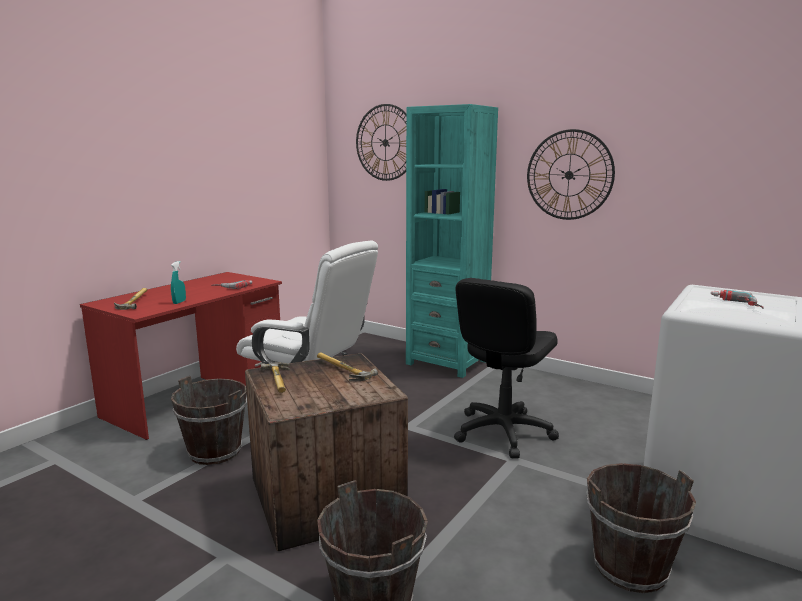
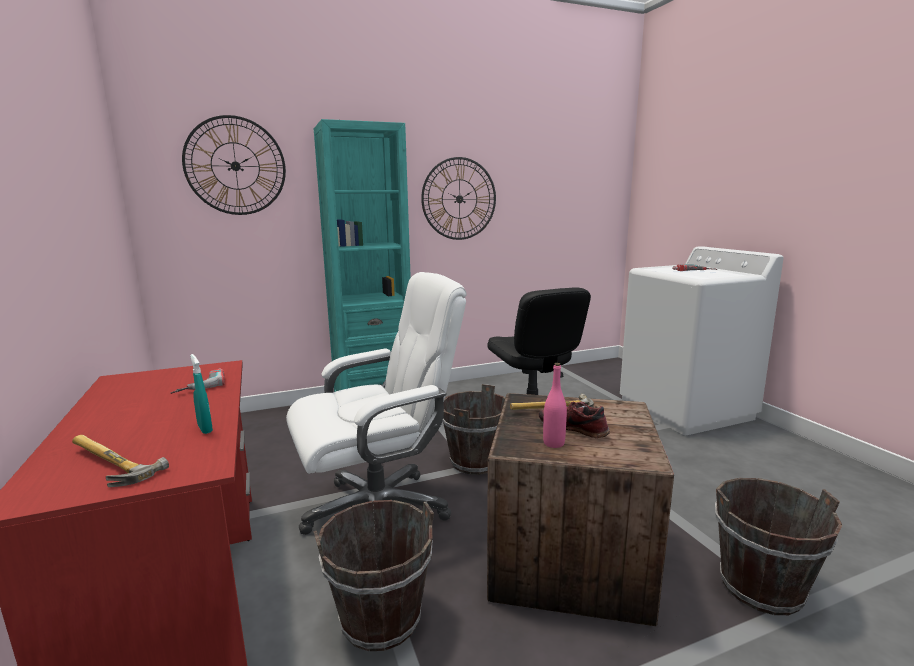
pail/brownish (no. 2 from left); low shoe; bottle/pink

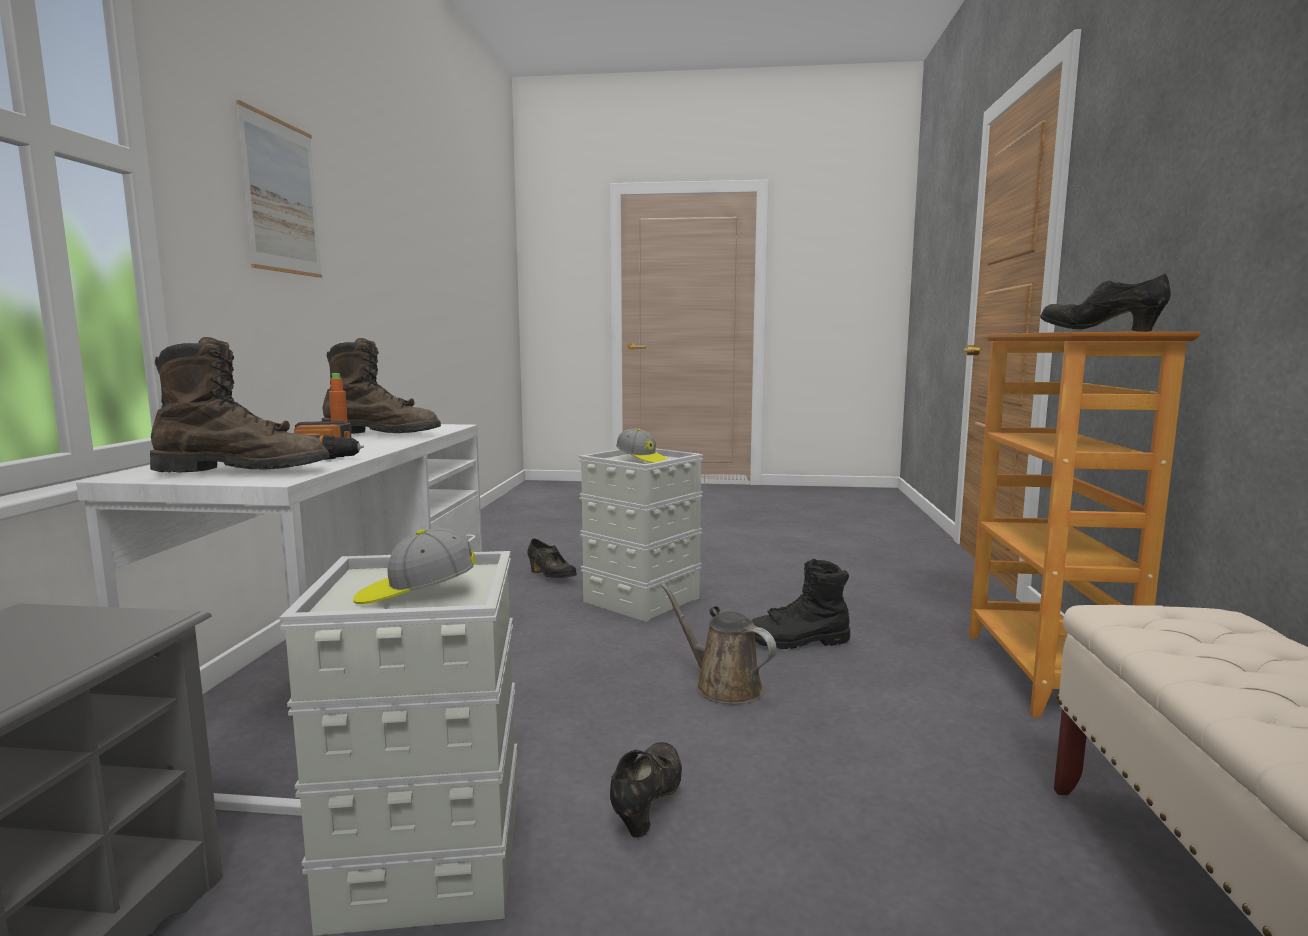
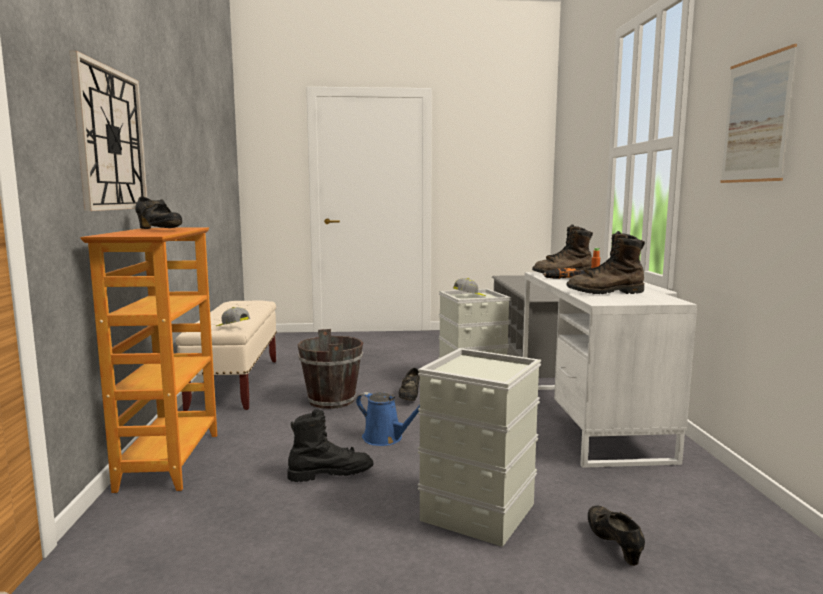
clock on the wall; peaked cap (no. 1 from left); pail/brownish; sprinkling can/blue; low shoe/black (no. 3 from left)

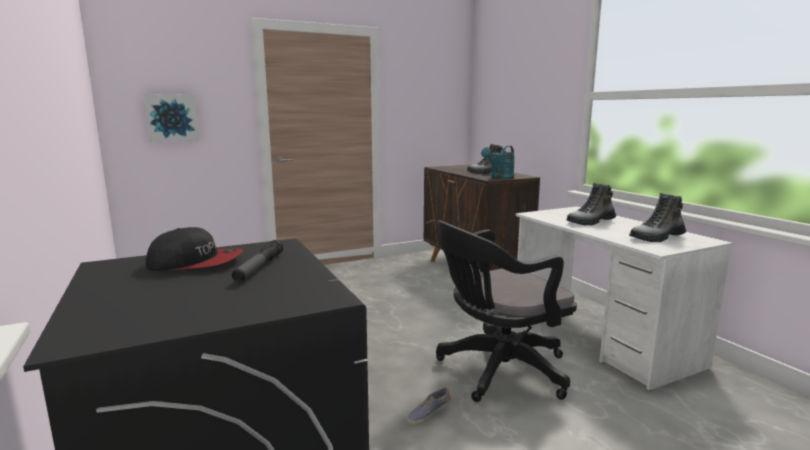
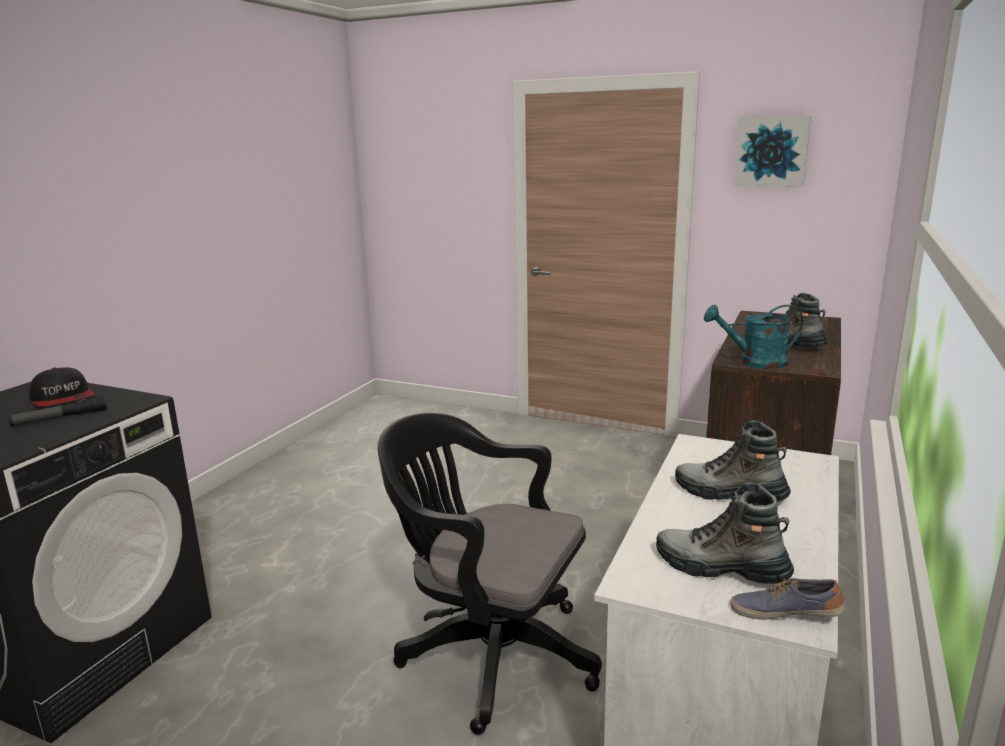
low shoe; wall art

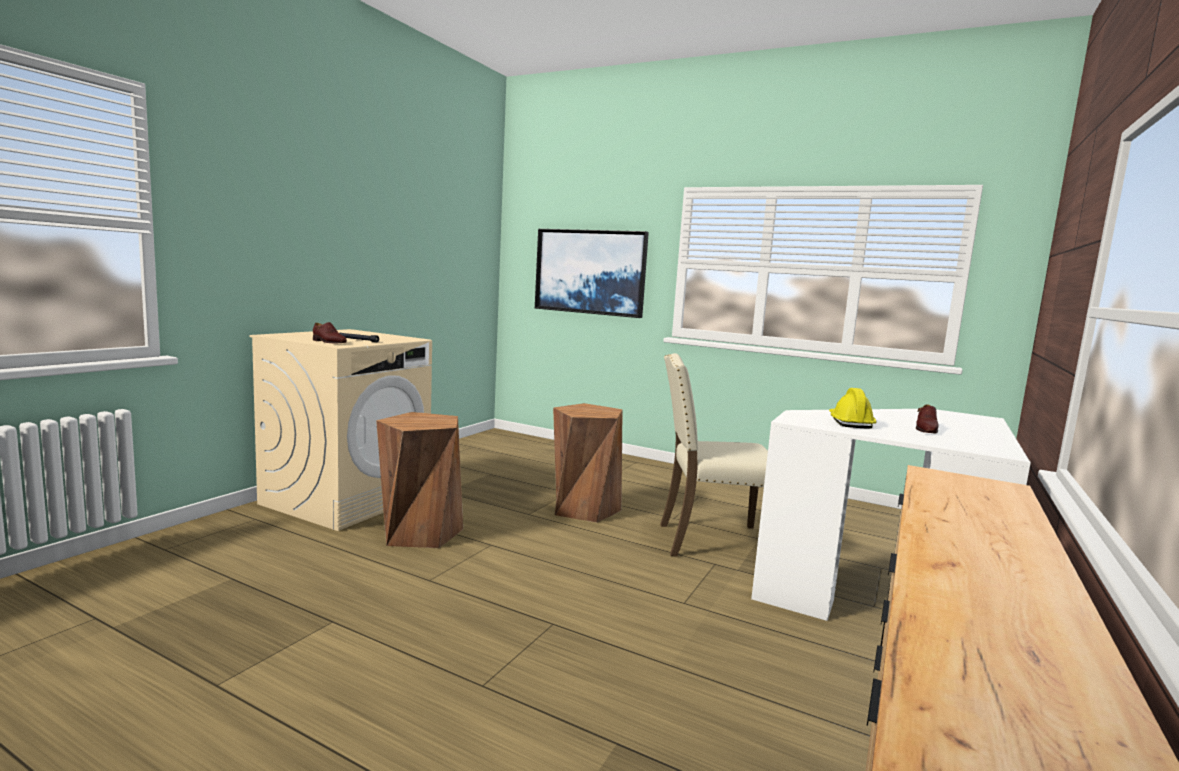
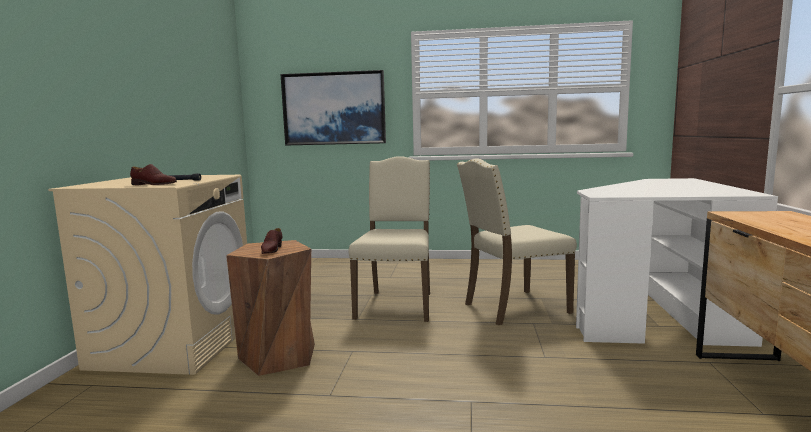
low shoe/brownish (no. 2 from left); upright chair/beige-coloured (no. 1 from left); hard hat/yellowish

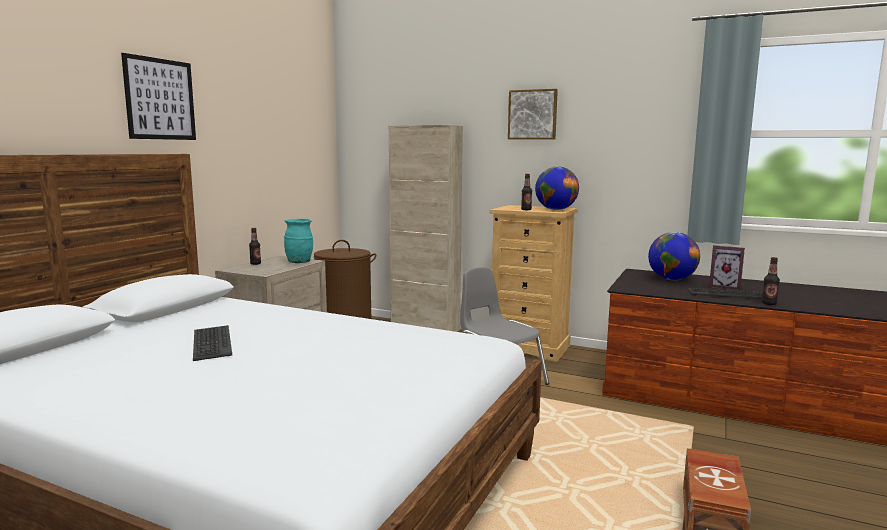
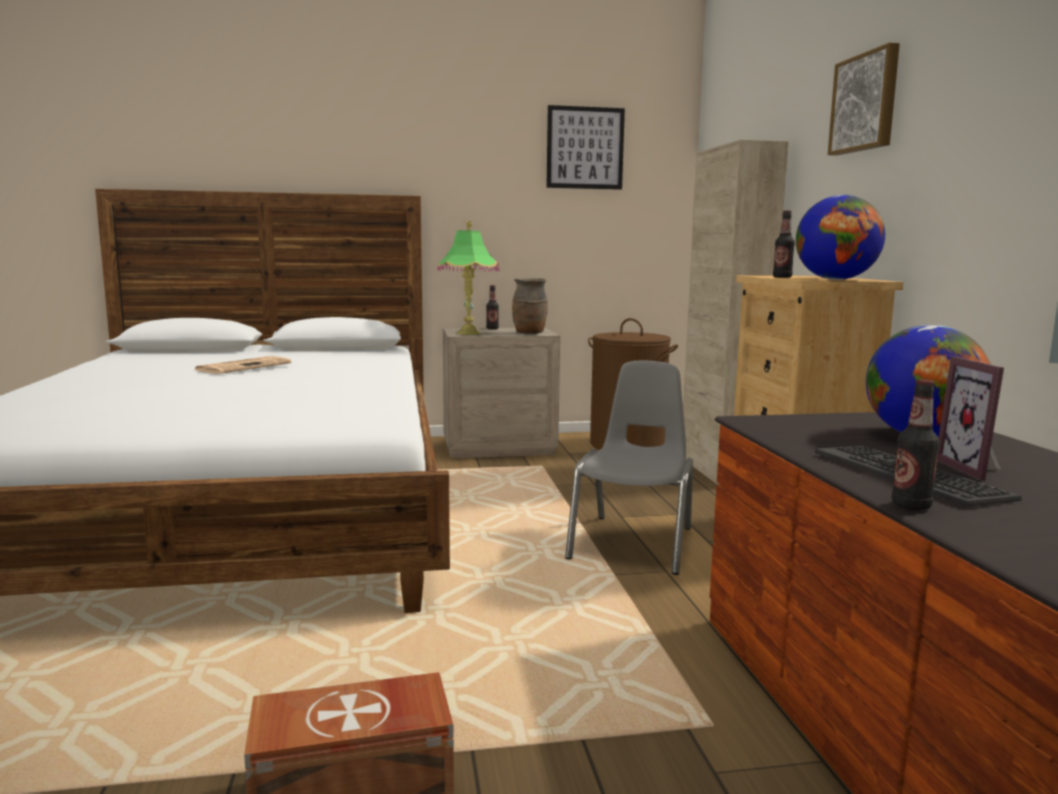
newspaper; table lamp; vase/brownish; wall art (no. 1 from left)

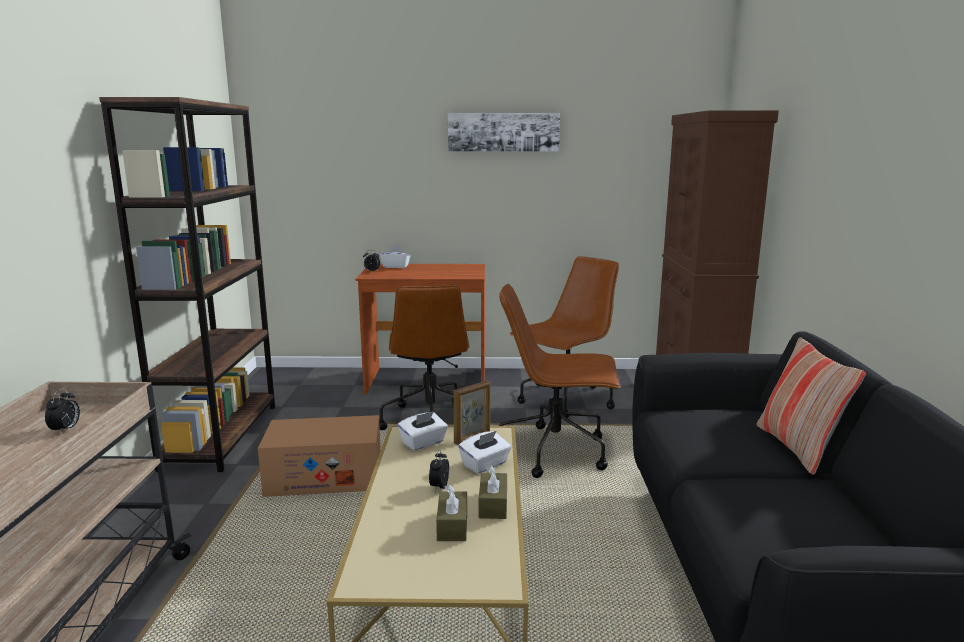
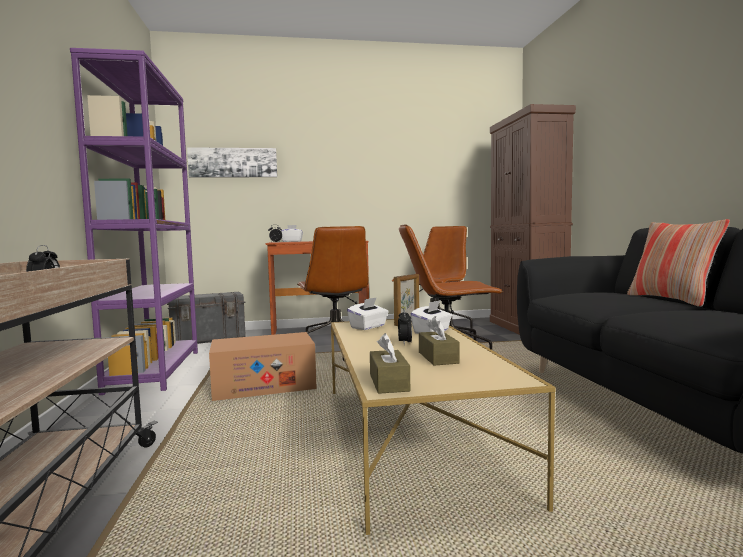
bookcase/purple-coloured; storage box/greyish; wall art; box of tissues/brownish (no. 1 from left)

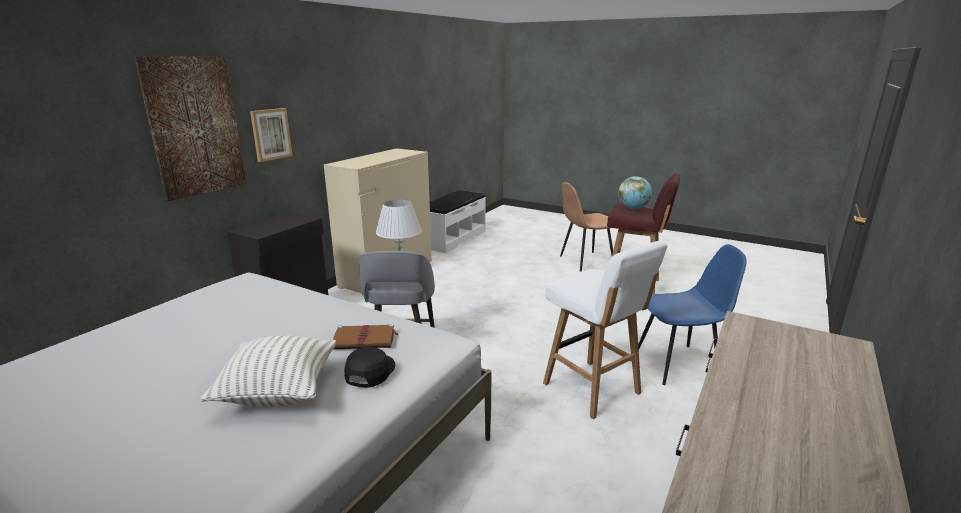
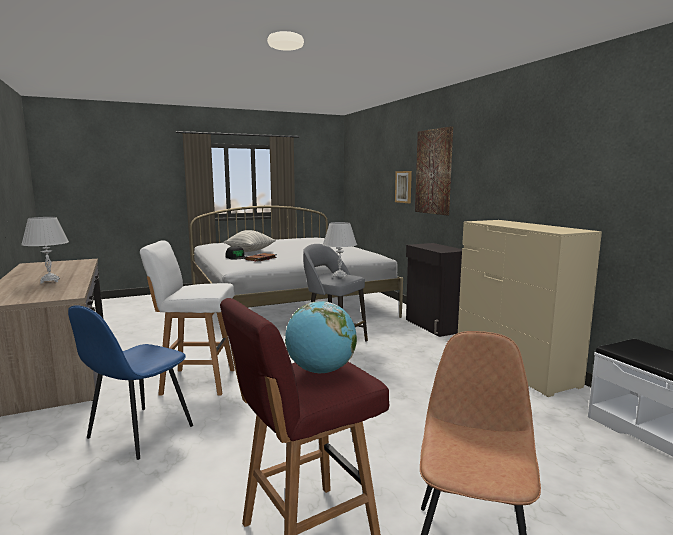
table lamp/whitish (no. 1 from left); wall art (no. 1 from left)

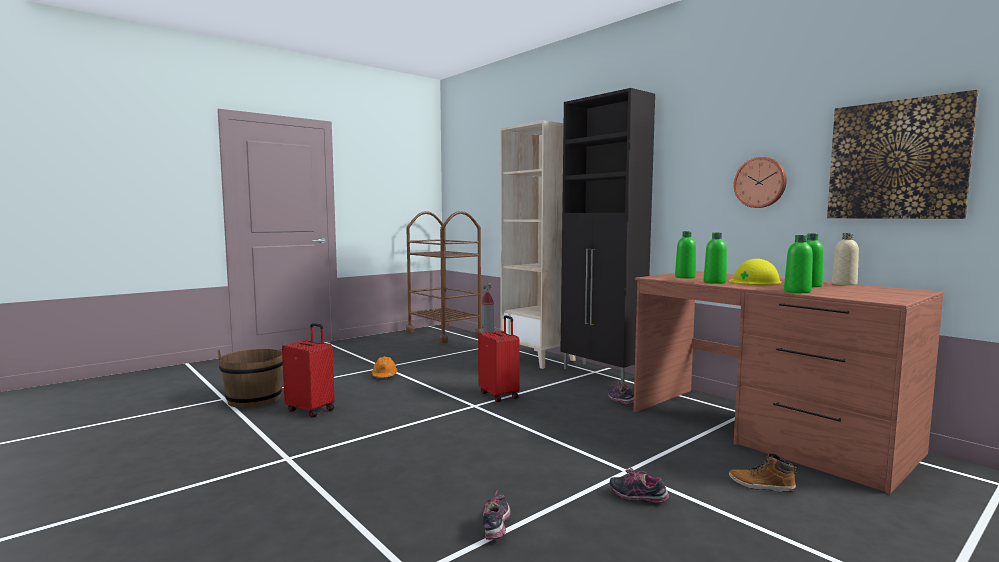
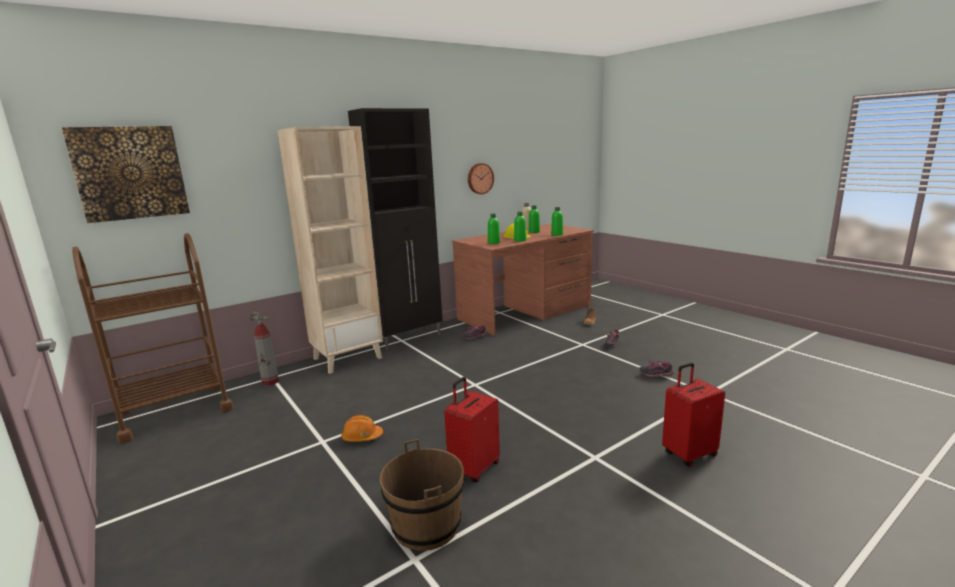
wall art; piece of luggage/red-coloured (no. 2 from left)

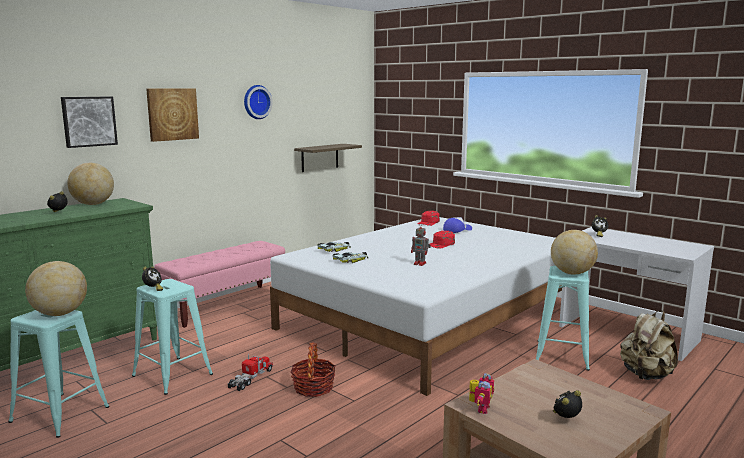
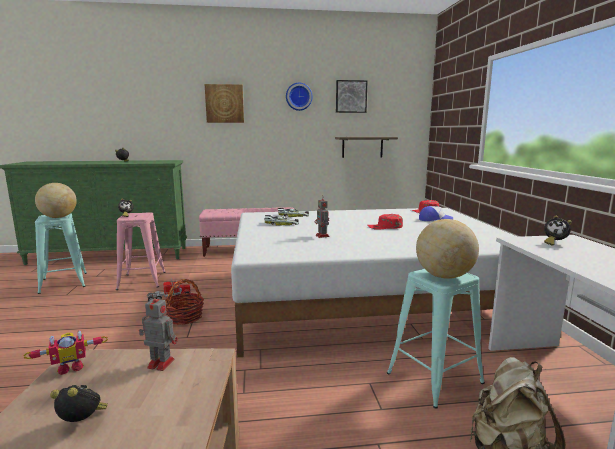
stool/pink; toy robot (no. 2 from left); wall art (no. 2 from left); desk globe (no. 2 from left in the first image)

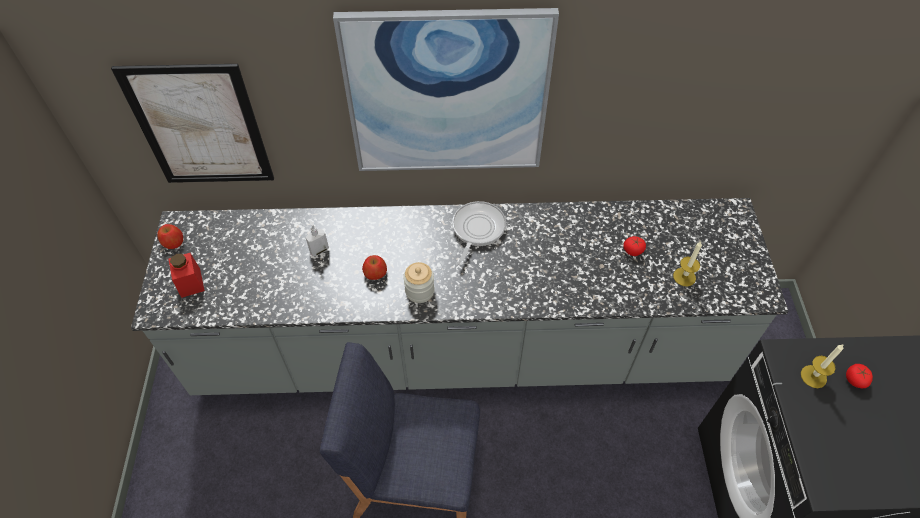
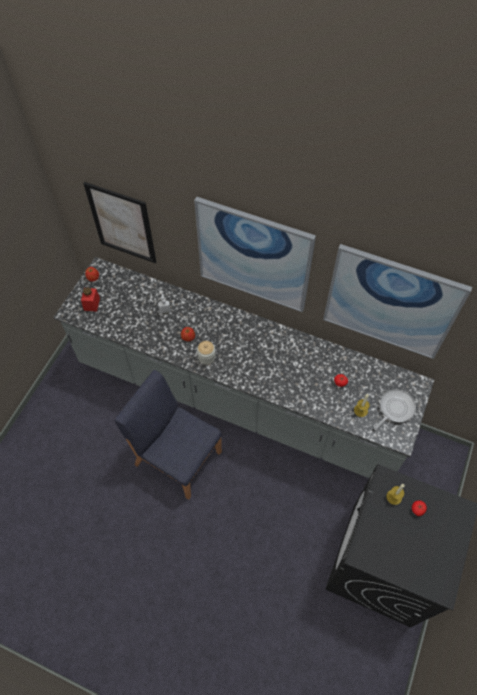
wall art (no. 3 from left); pan

